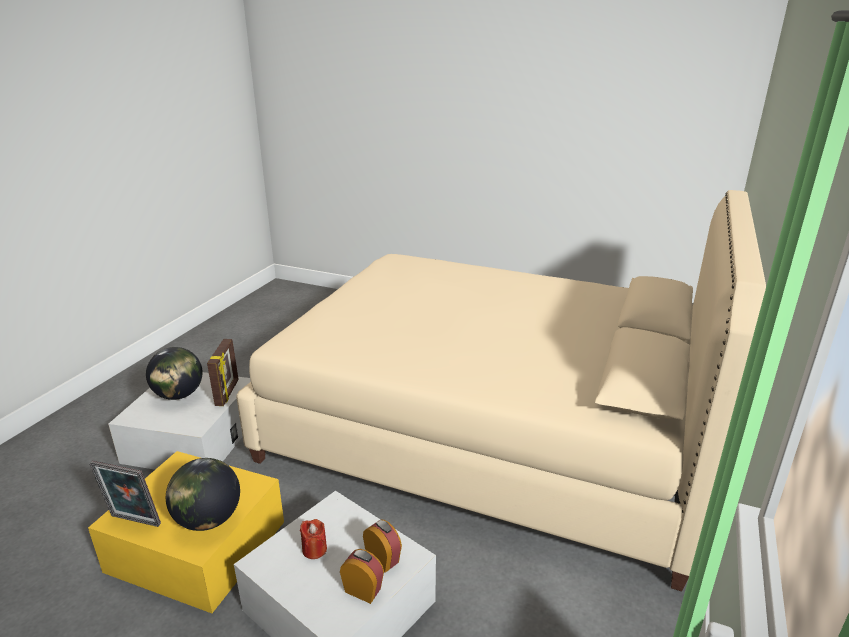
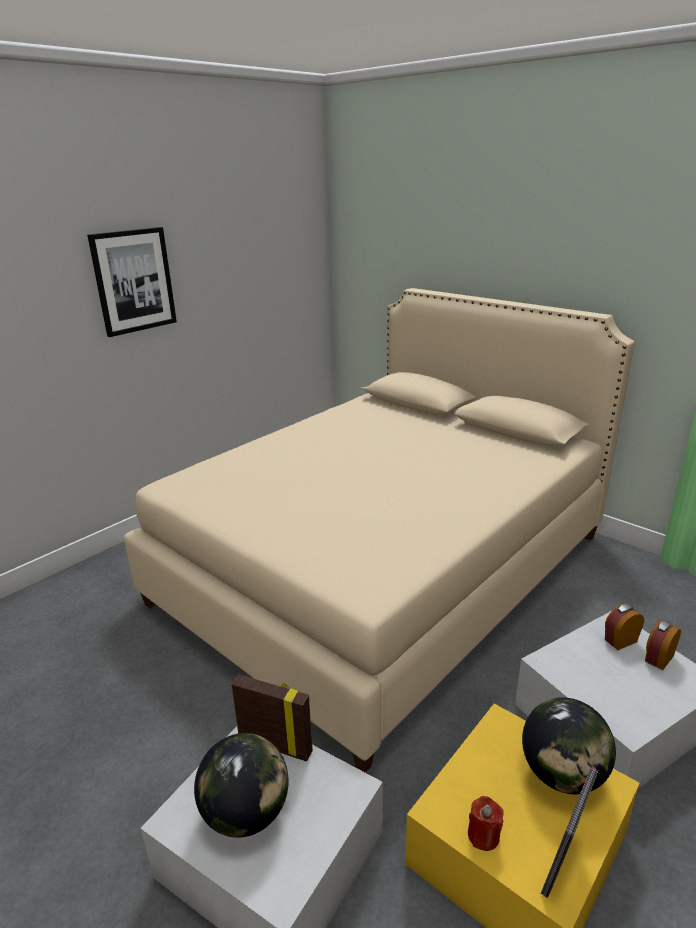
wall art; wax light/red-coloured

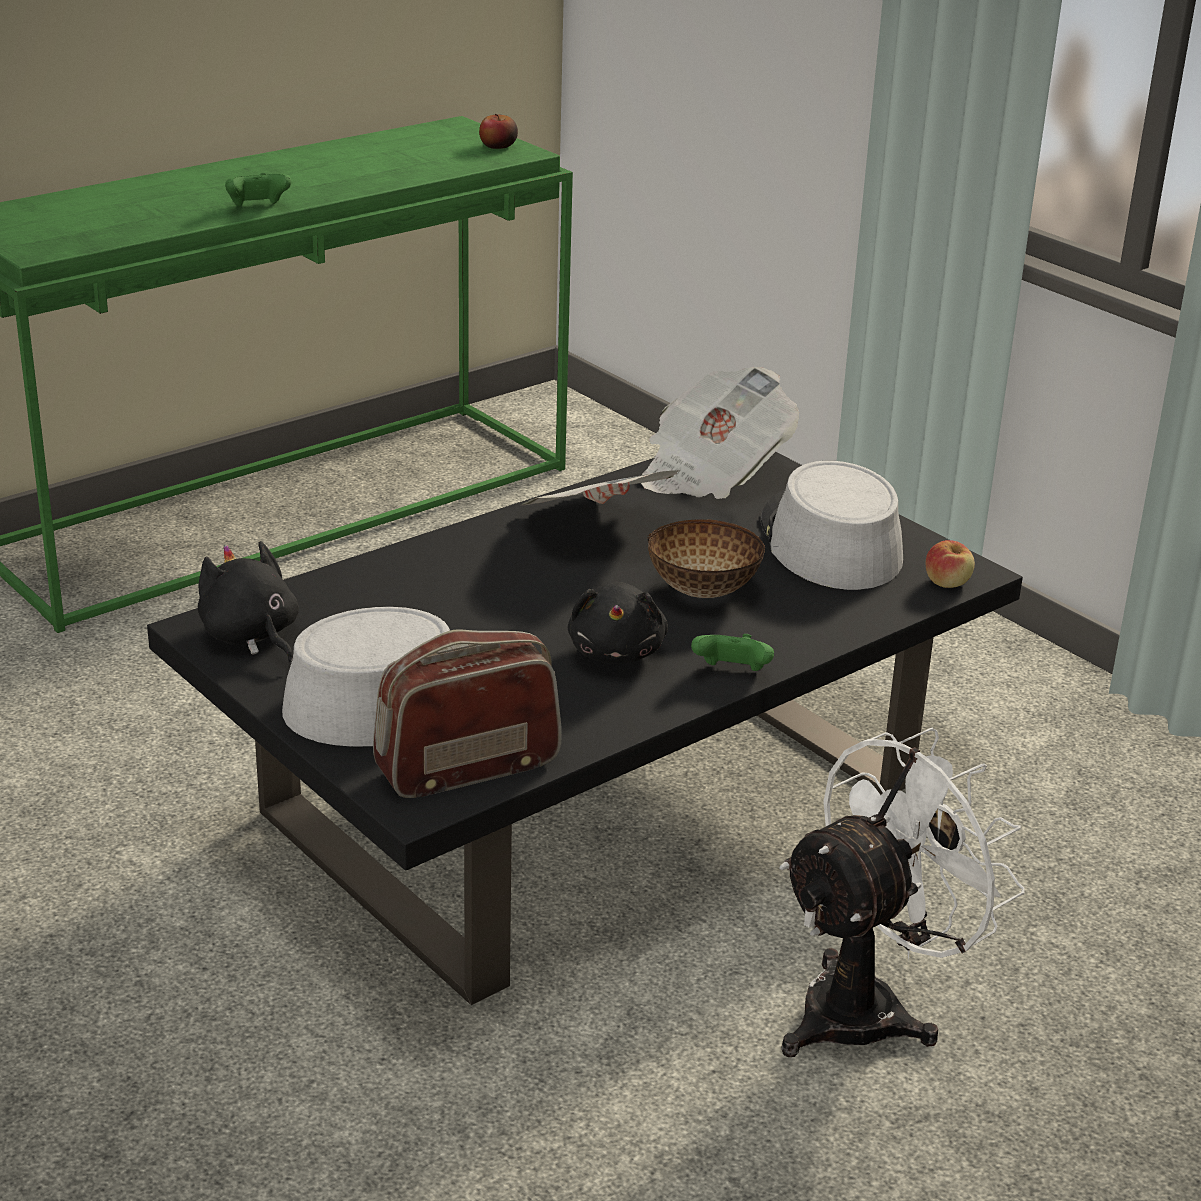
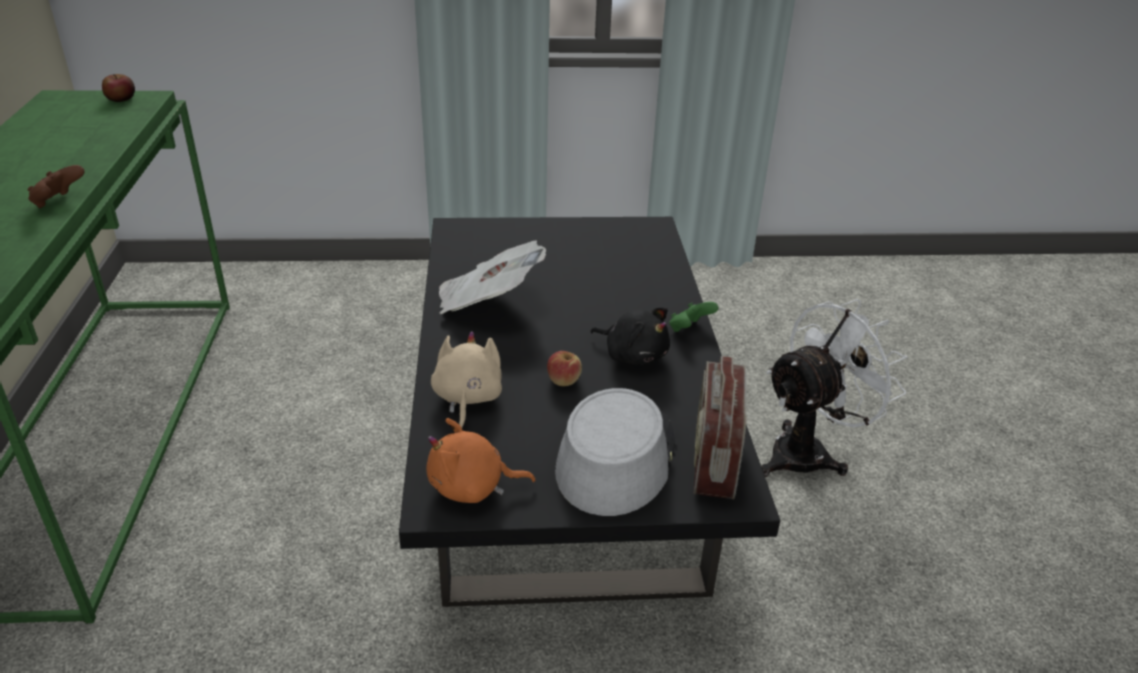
game controller/brownish; soft toy/orange; soft toy/beige-coloured; apple (no. 2 from left); electric fan/whitish; newspaper (no. 2 from left in the first image); serving bowl; clothing hat/greyish (no. 2 from left in the first image)

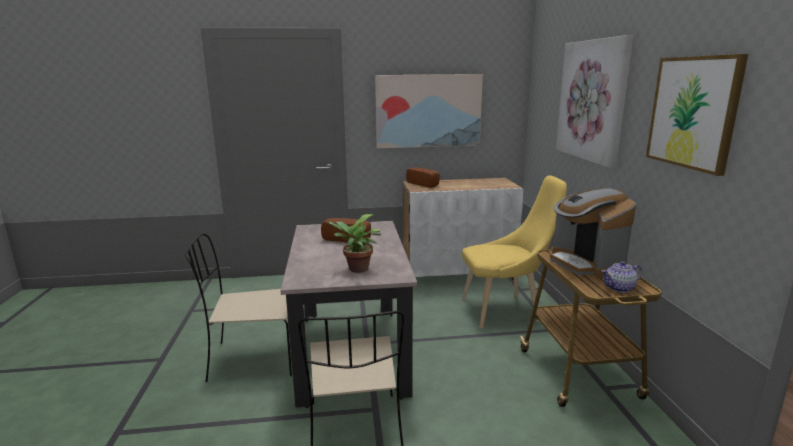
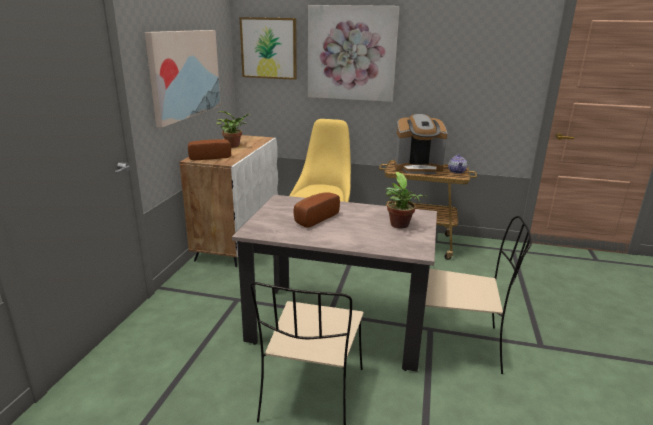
plant in a pot (no. 1 from left); wall art (no. 2 from left)

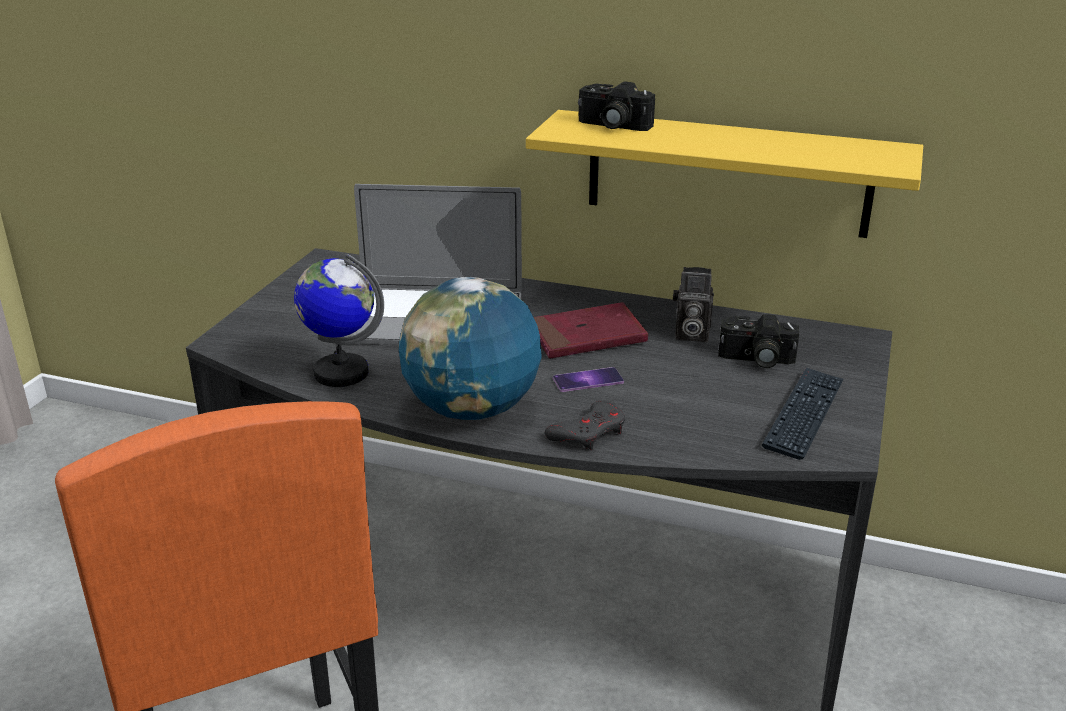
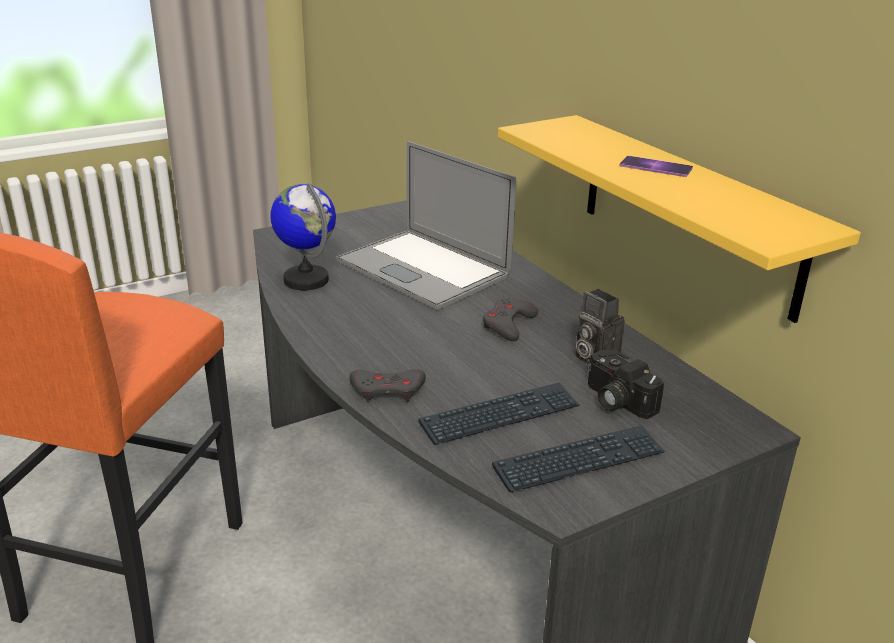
keyboard (no. 1 from left); game controller/greyish (no. 2 from left); telephone; desk globe (no. 2 from left in the first image); photo camera (no. 1 from left in the first image)

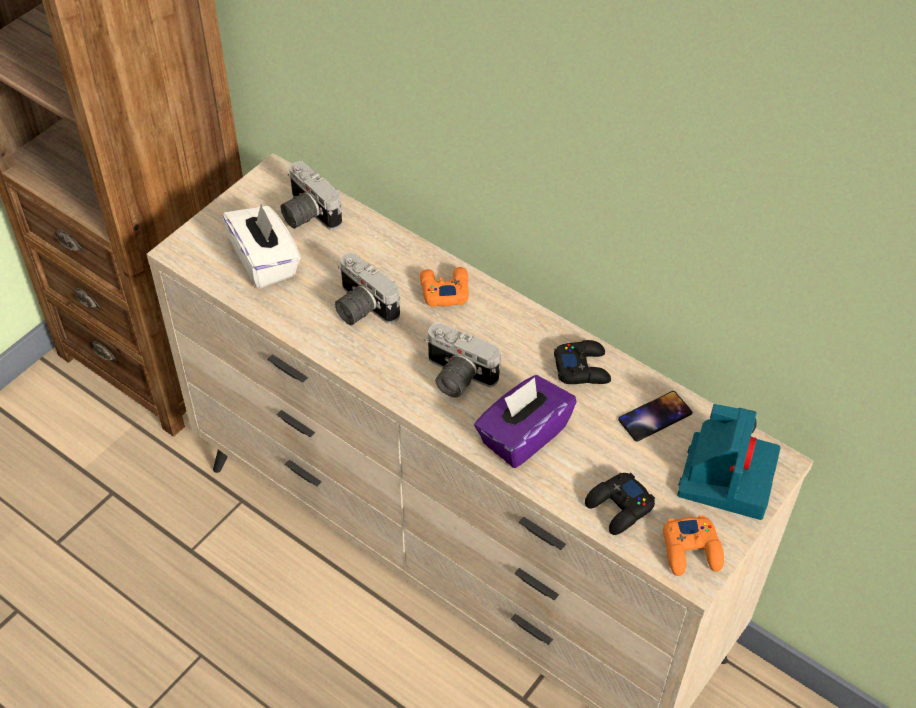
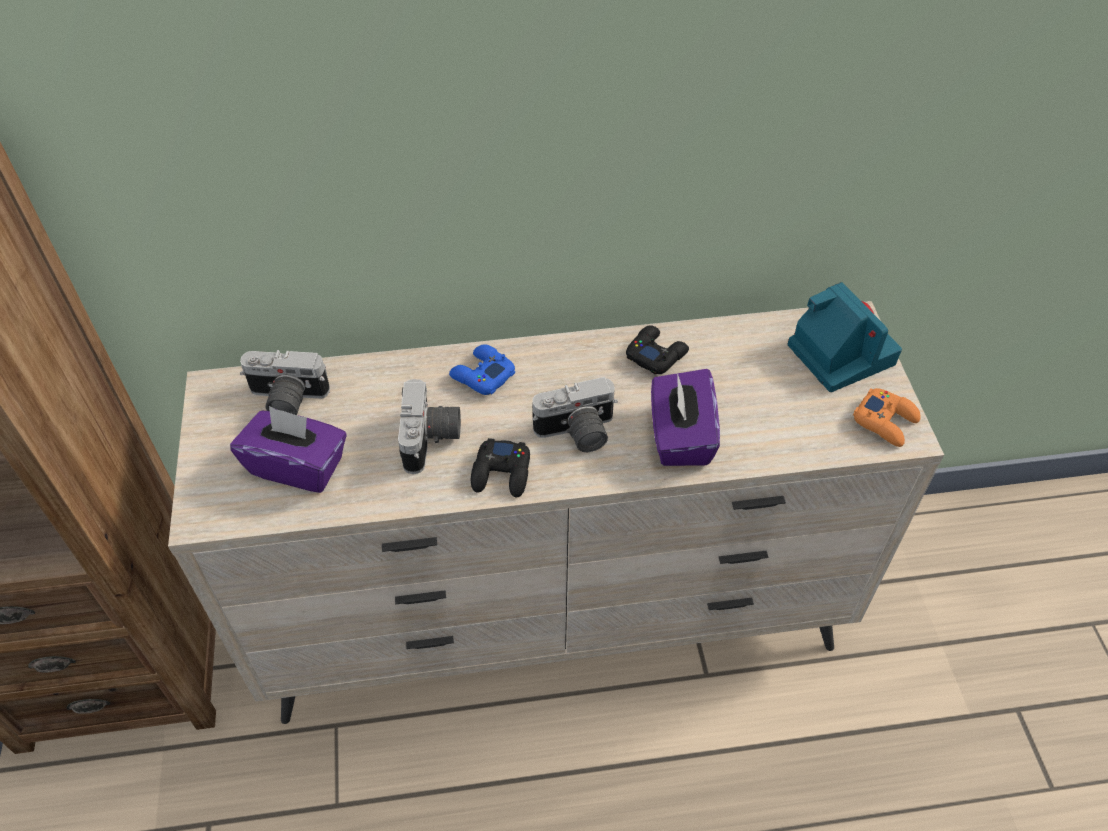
box of tissues/purple-coloured (no. 1 from left); photo camera (no. 2 from left); game controller/blue; game controller/black (no. 1 from left); telephone

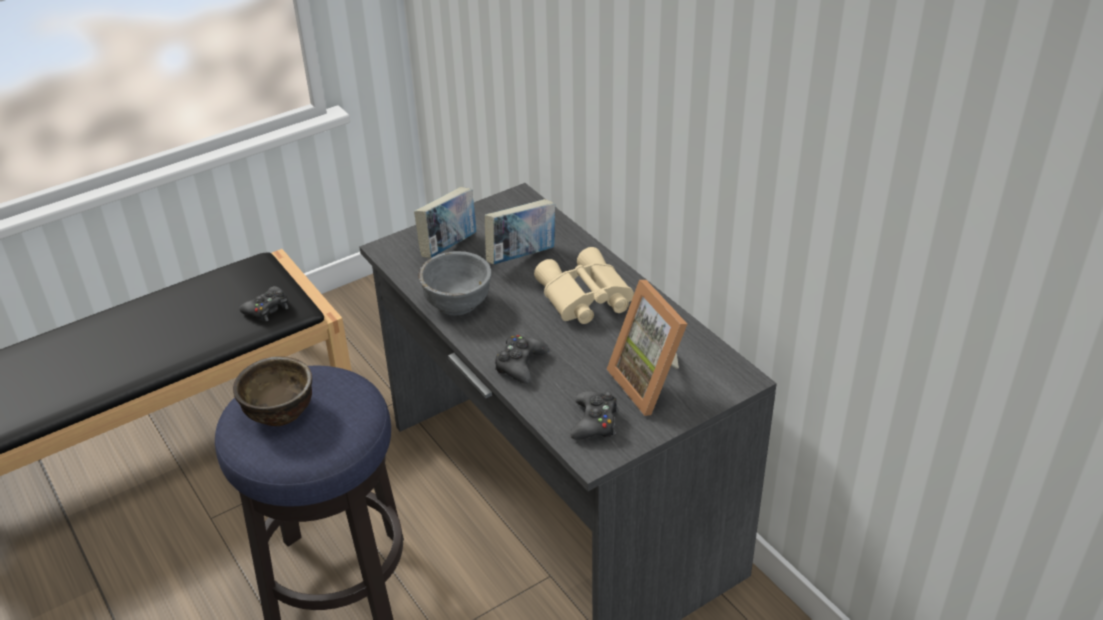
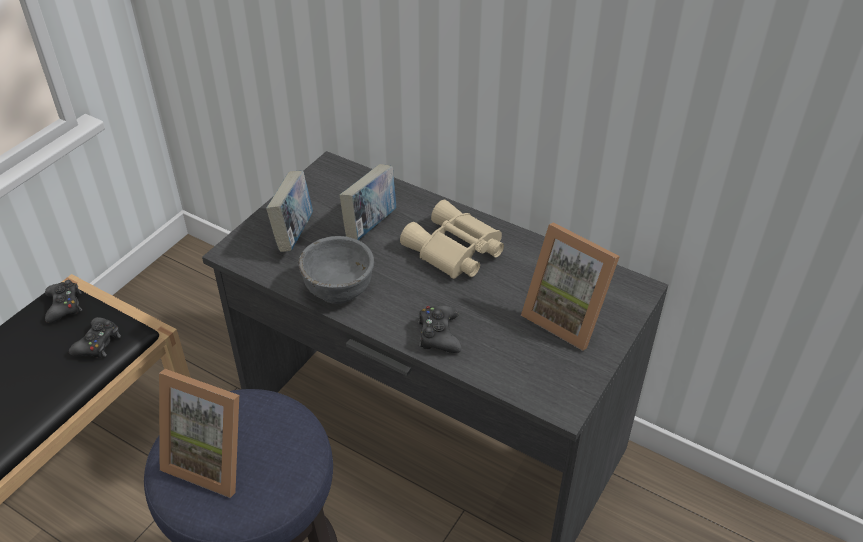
game controller/black (no. 1 from left); standing frame (no. 1 from left)

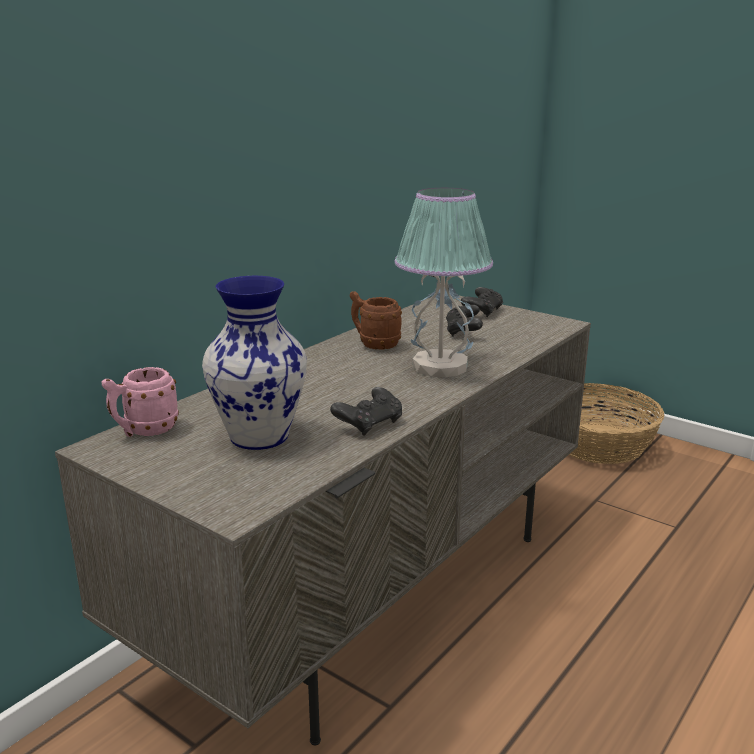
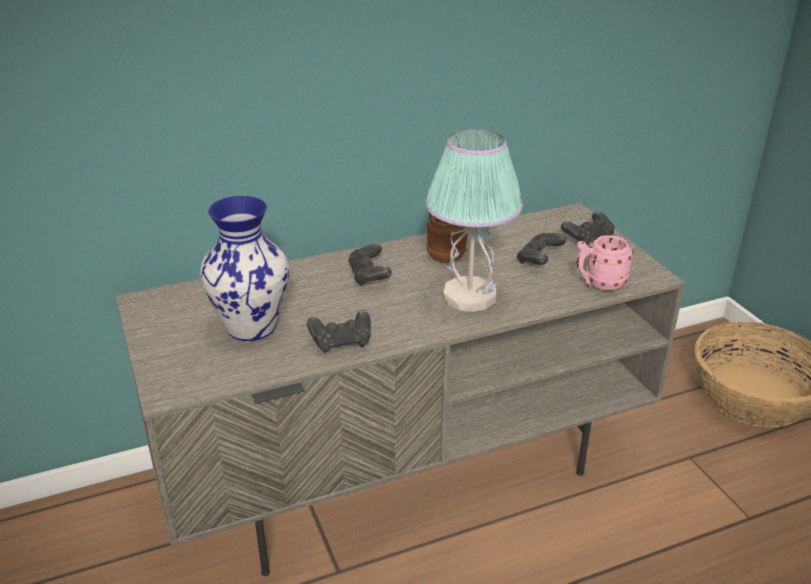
game controller/black (no. 2 from left); tea mug/pink

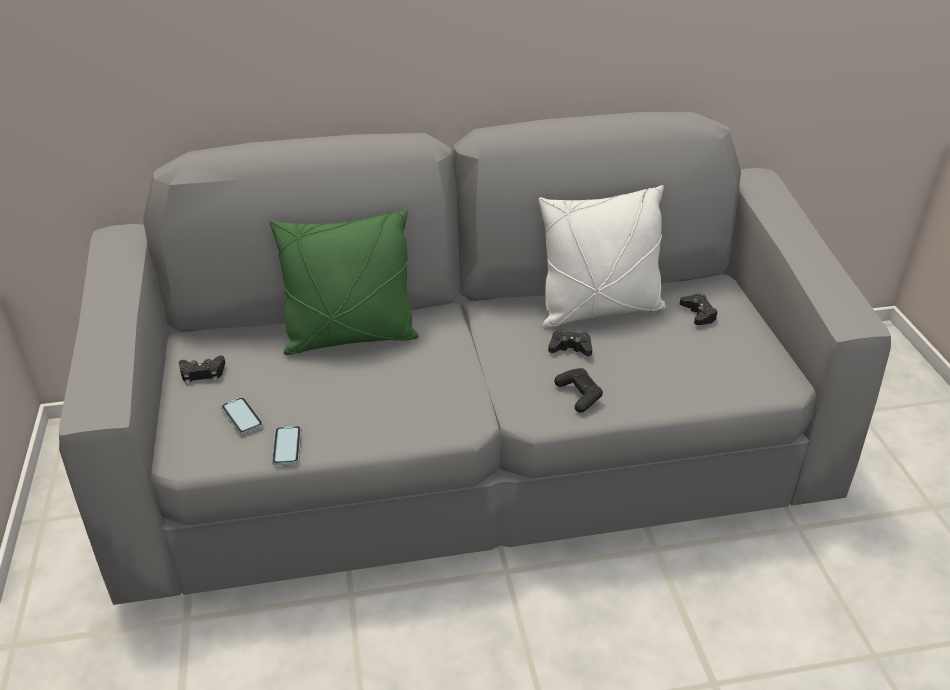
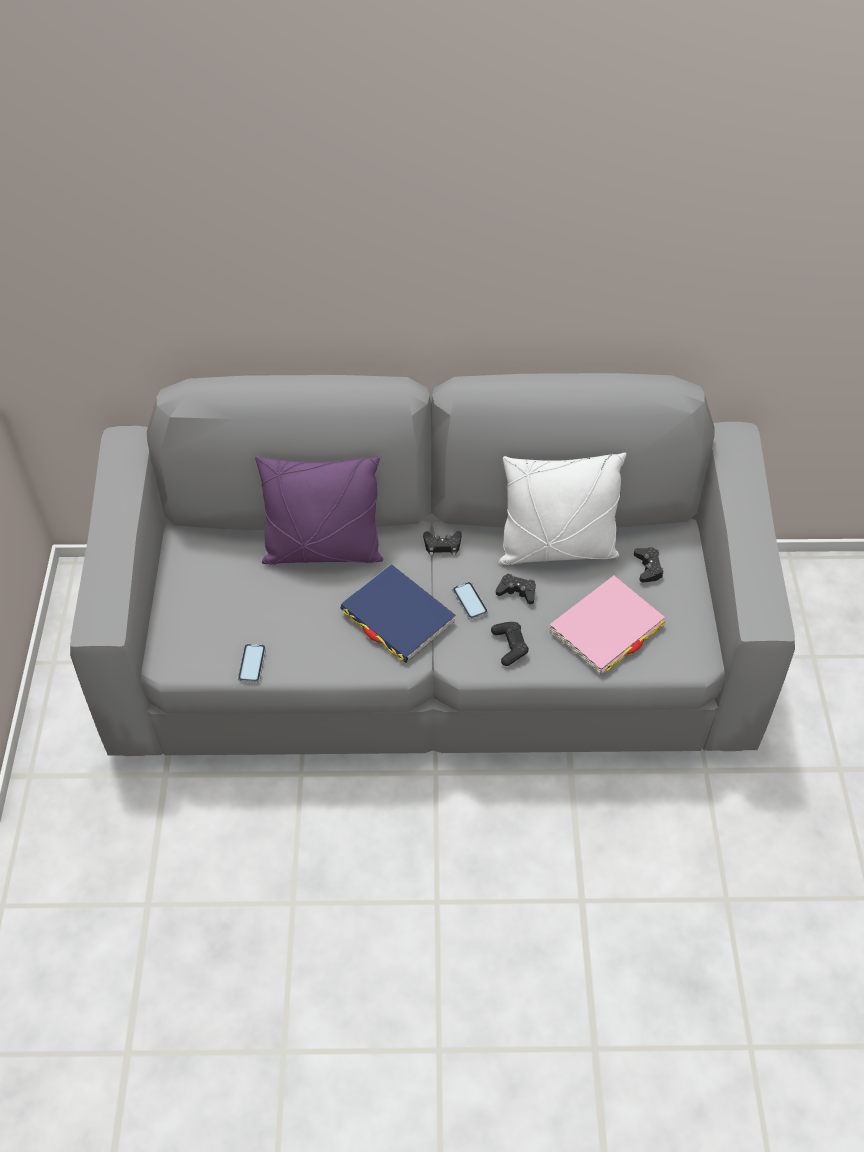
throw pillow/purple-coloured; bound book/blue; game controller/black (no. 1 from left); telephone (no. 2 from left); bound book/pink

